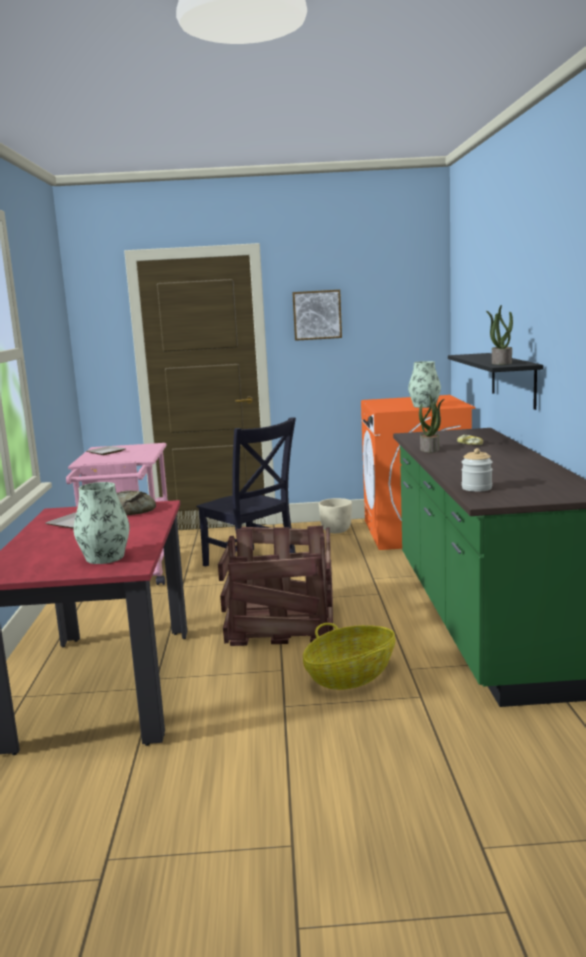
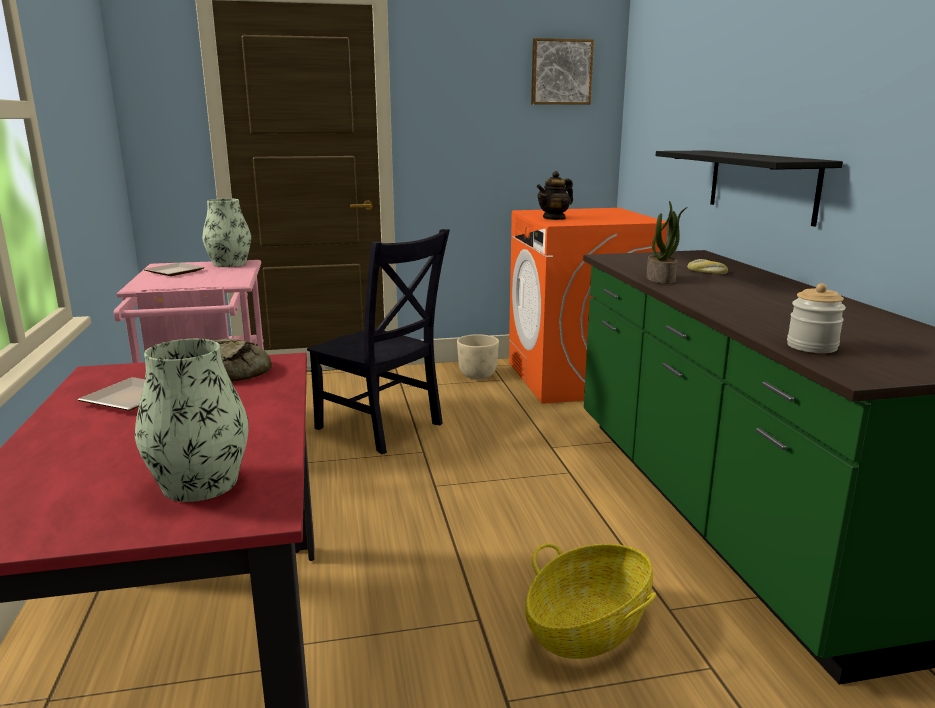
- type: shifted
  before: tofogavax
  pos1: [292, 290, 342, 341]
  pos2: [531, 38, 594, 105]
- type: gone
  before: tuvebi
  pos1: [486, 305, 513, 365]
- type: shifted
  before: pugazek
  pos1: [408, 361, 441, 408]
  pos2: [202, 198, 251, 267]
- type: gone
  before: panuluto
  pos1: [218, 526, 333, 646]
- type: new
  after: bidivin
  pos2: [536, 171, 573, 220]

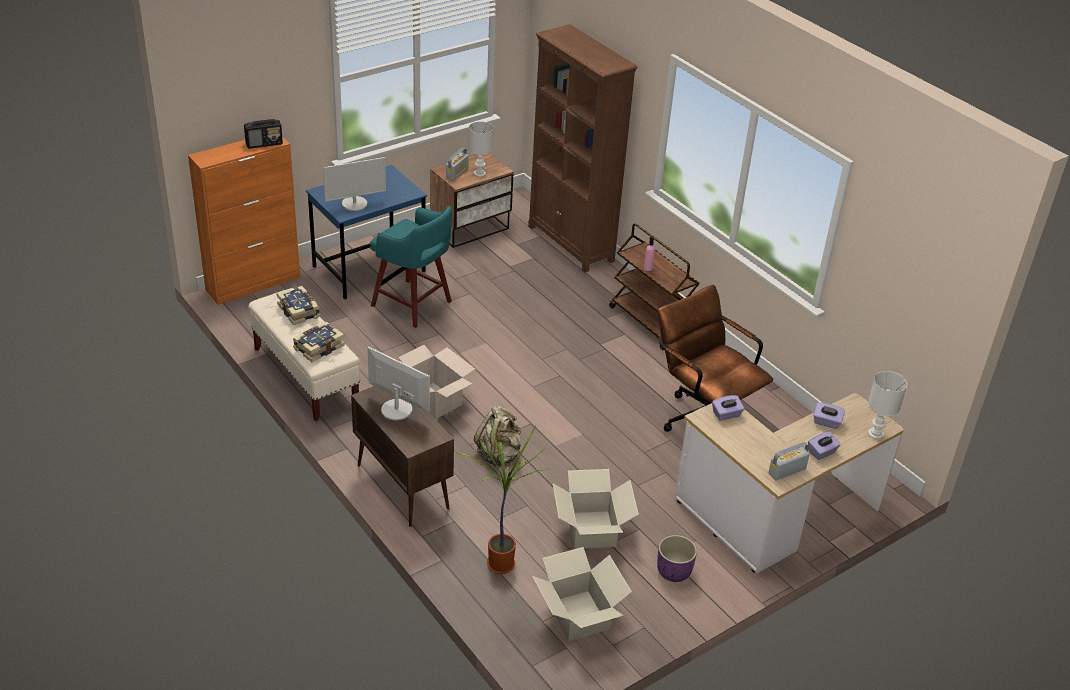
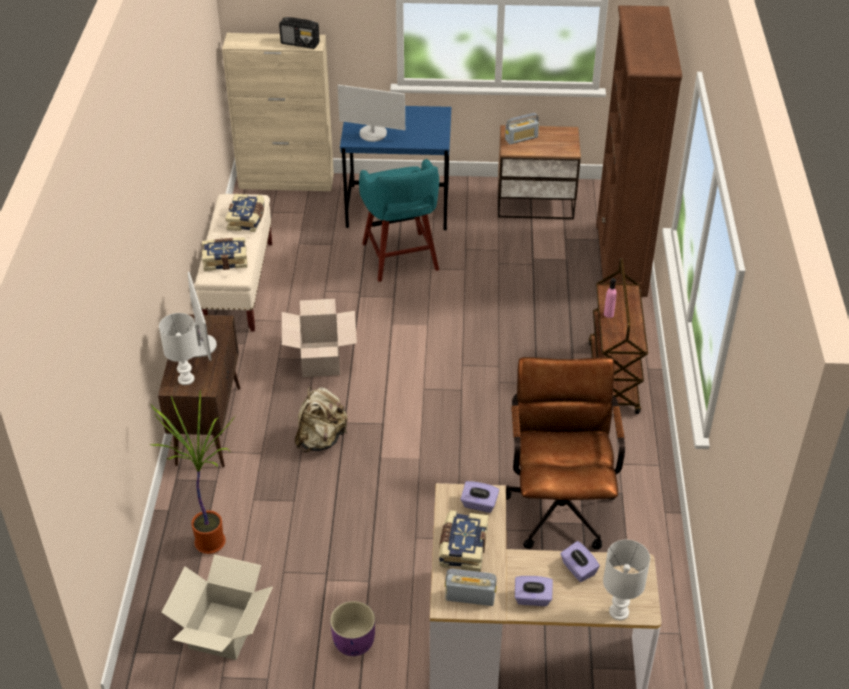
- type: shifted
  before: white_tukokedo
  pos1: [468, 121, 493, 177]
  pos2: [159, 313, 199, 385]
- type: repainted
  before: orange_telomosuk
  after: beige_telomosuk
  pos1: [188, 137, 300, 305]
  pos2: [222, 33, 334, 191]
- type: gone
  before: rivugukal
  pos1: [553, 469, 639, 549]
- type: new
  after: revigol
  pos2: [439, 510, 489, 572]

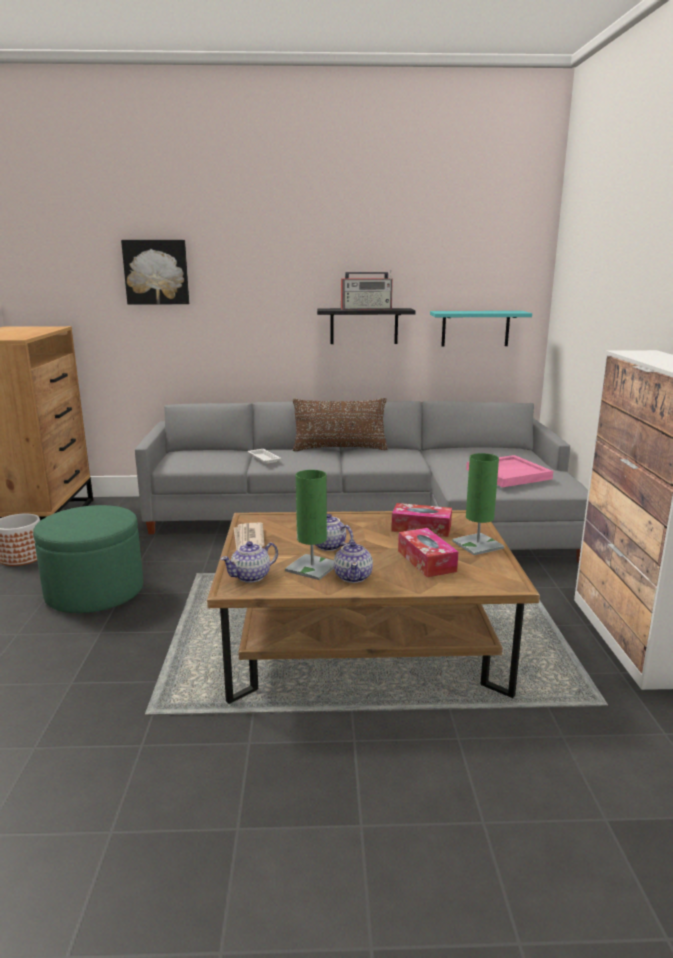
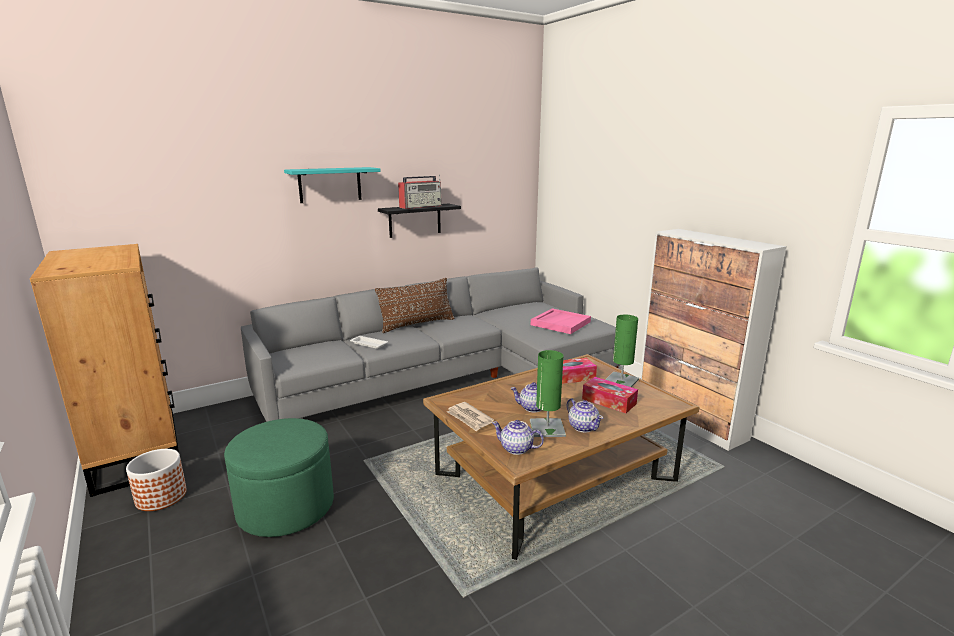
- type: gone
  before: tofogavax
  pos1: [121, 240, 189, 304]
- type: shifted
  before: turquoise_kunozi
  pos1: [430, 311, 532, 347]
  pos2: [284, 167, 381, 203]
- type: rotated
  before: bidivin
  pos1: [221, 541, 278, 583]
  pos2: [492, 420, 544, 455]
  turn: 90

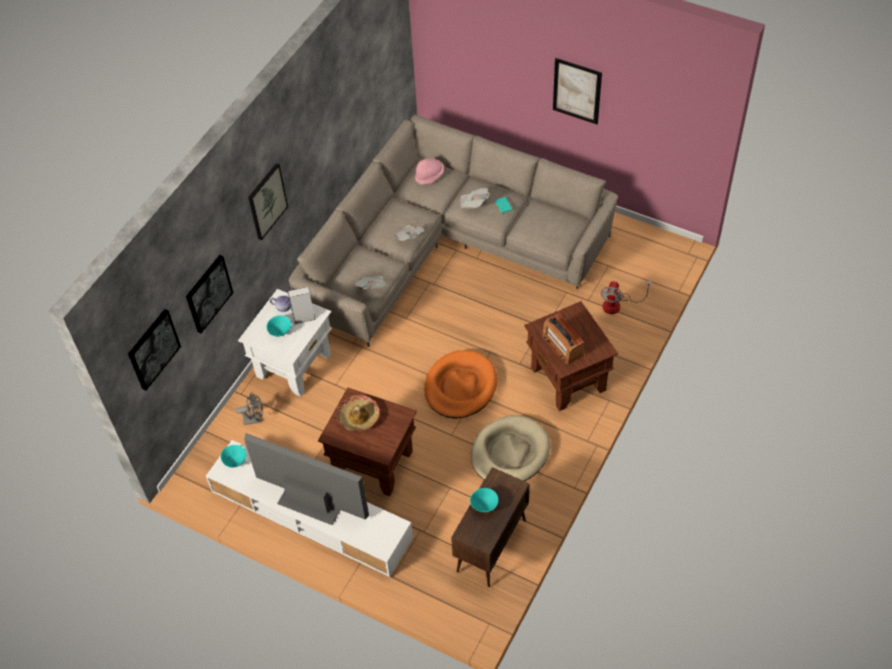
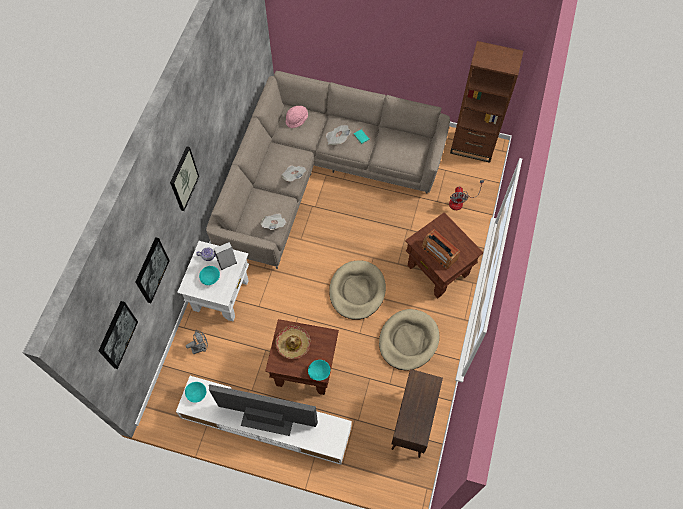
- type: gone
  before: tofogavax
  pos1: [553, 58, 602, 124]
- type: repainted
  before: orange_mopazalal
  after: beige_mopazalal
  pos1: [424, 350, 497, 419]
  pos2: [329, 260, 386, 320]
- type: shifted
  before: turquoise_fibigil
  pos1: [470, 488, 499, 512]
  pos2: [308, 360, 330, 381]
- type: new
  after: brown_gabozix
  pos2: [450, 41, 523, 163]

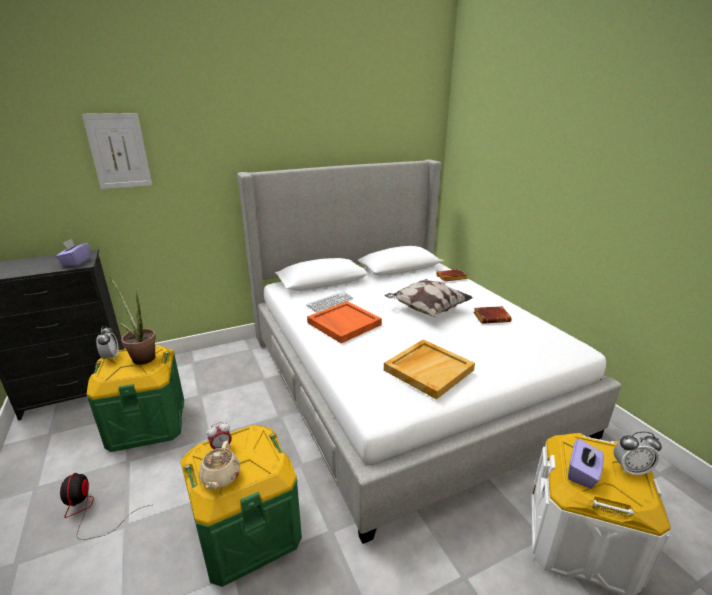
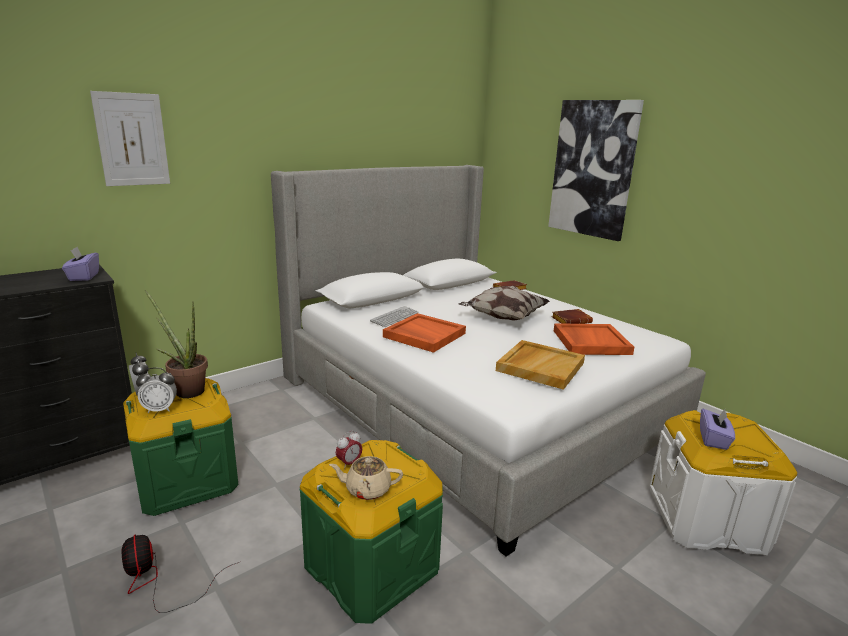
- type: shifted
  before: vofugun
  pos1: [613, 432, 662, 475]
  pos2: [136, 367, 177, 413]
- type: rotated
  before: beige_bidivin
  pos1: [199, 440, 240, 490]
  pos2: [329, 456, 403, 500]
  turn: 105
- type: new
  after: tofogavax
  pos2: [548, 100, 644, 241]
- type: new
  after: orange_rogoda
  pos2: [554, 323, 634, 355]

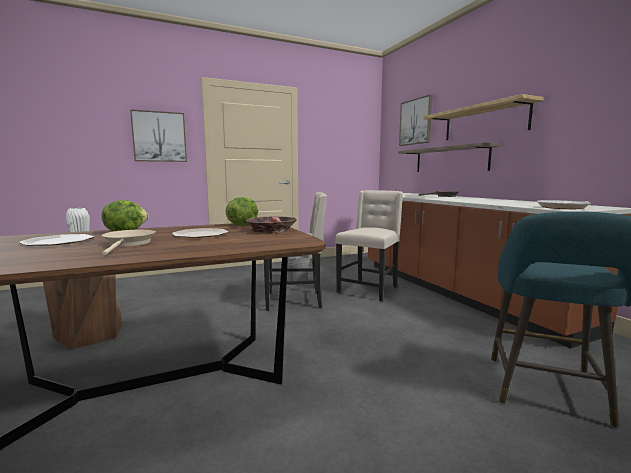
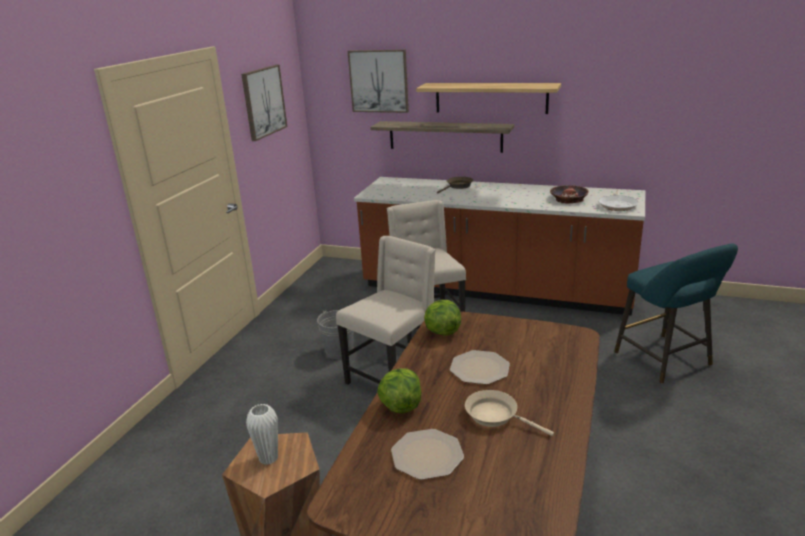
- type: shifted
  before: tofogavax
  pos1: [130, 109, 187, 162]
  pos2: [241, 65, 287, 141]
- type: shifted
  before: fibigil
  pos1: [246, 216, 297, 234]
  pos2: [550, 185, 589, 204]

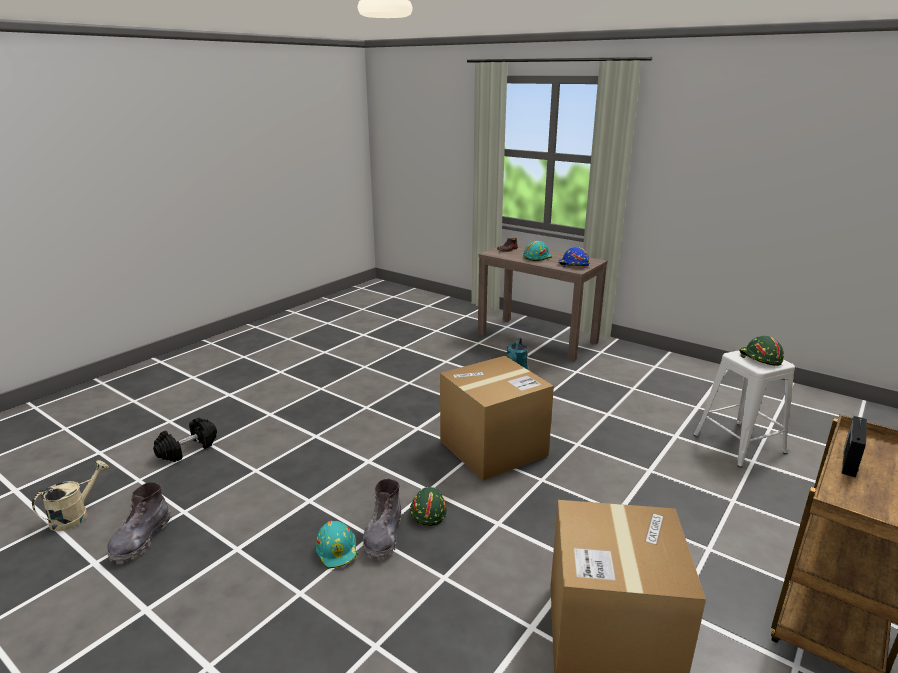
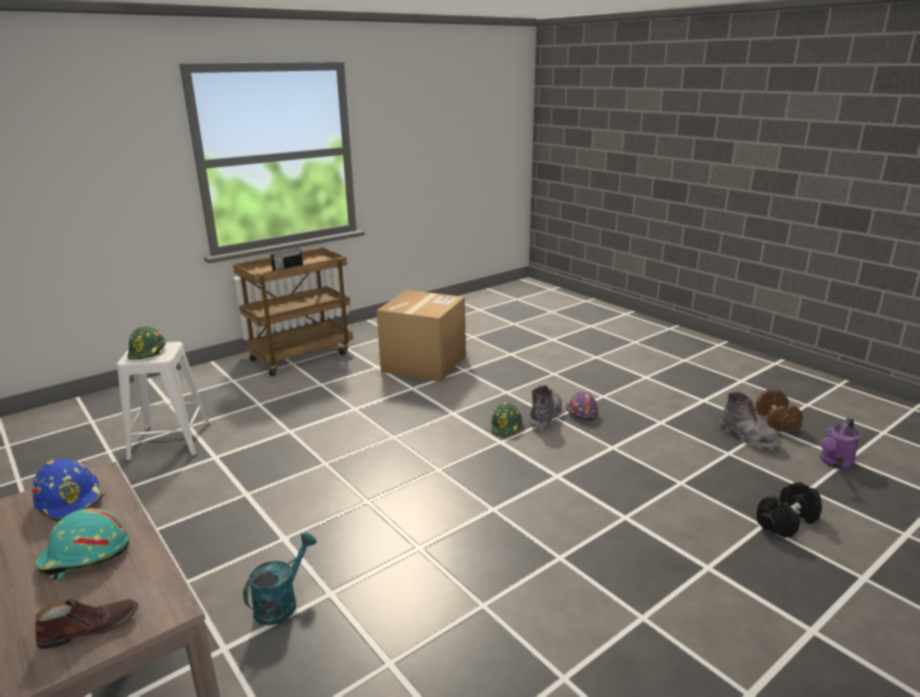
- type: gone
  before: rivugukal
  pos1: [440, 356, 554, 481]
- type: repainted
  before: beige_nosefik
  after: purple_nosefik
  pos1: [32, 460, 109, 531]
  pos2: [820, 418, 860, 469]
- type: rotated
  before: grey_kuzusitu
  pos1: [107, 482, 171, 564]
  pos2: [720, 392, 780, 450]
  turn: 120
- type: repainted
  before: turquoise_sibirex
  after: purple_sibirex
  pos1: [316, 521, 359, 569]
  pos2: [565, 392, 598, 420]
- type: new
  after: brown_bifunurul
  pos2: [755, 389, 803, 432]

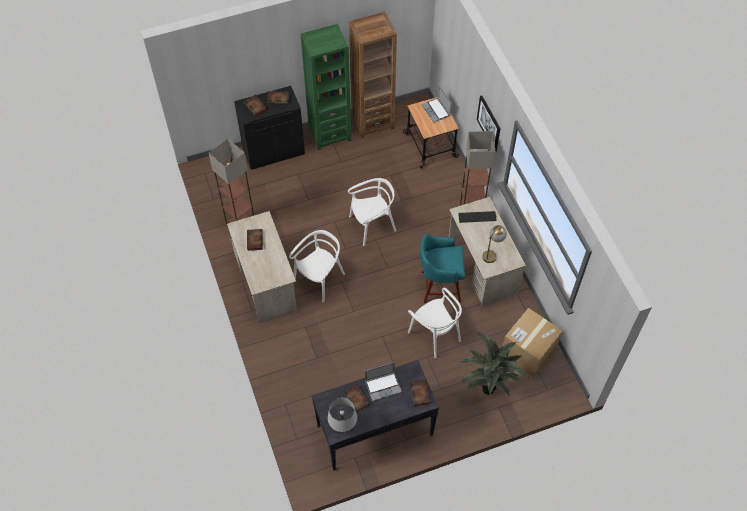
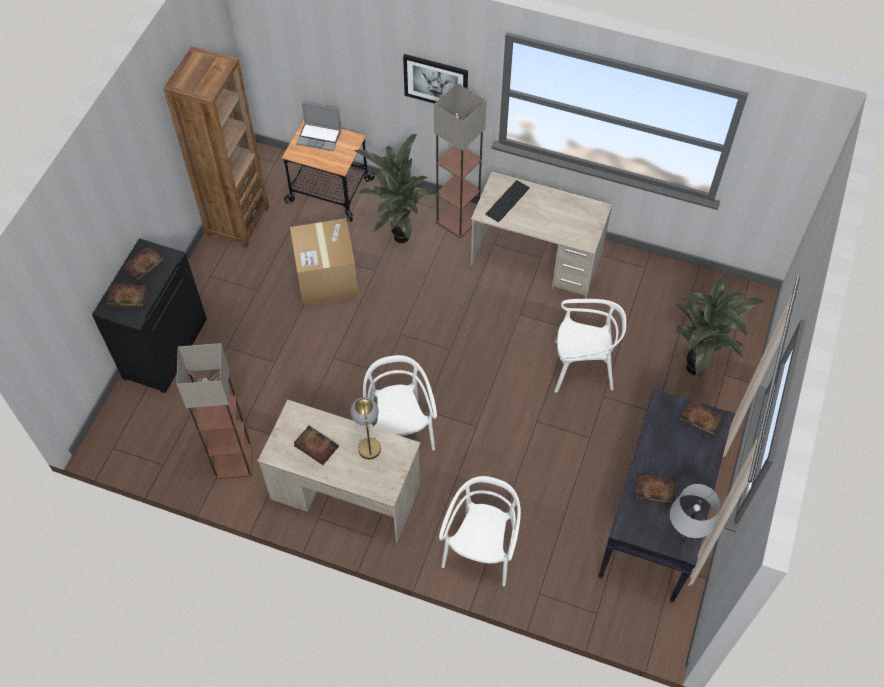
- type: gone
  before: green_gabozix
  pos1: [301, 24, 351, 150]
- type: shifted
  before: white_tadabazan
  pos1: [348, 178, 396, 246]
  pos2: [439, 476, 521, 587]
- type: shifted
  before: tukokedo
  pos1: [482, 225, 507, 263]
  pos2: [350, 397, 381, 459]
- type: gone
  before: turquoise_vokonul
  pos1: [420, 234, 465, 303]
- type: shifted
  before: rivugukal
  pos1: [503, 308, 563, 377]
  pos2: [290, 218, 359, 305]
- type: gone
  before: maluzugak
  pos1: [365, 362, 402, 401]
- type: new
  after: tuvebi
  pos2: [354, 134, 441, 243]

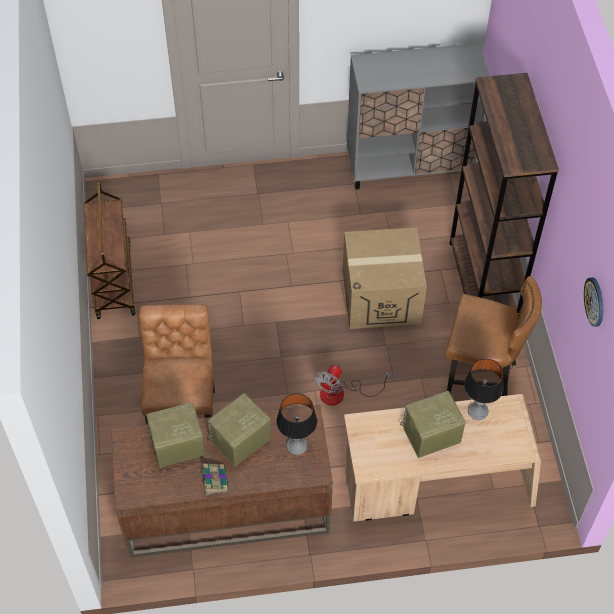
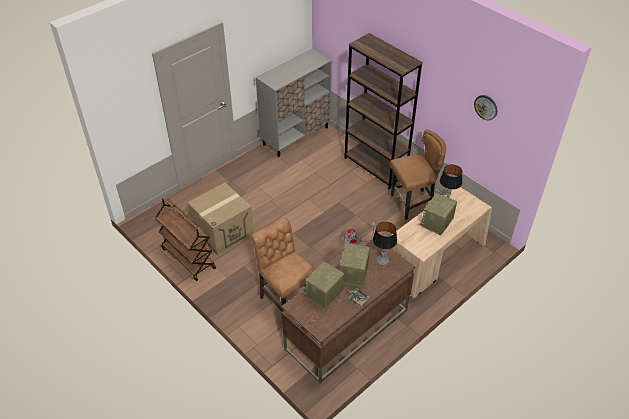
- type: shifted
  before: rivugukal
  pos1: [343, 227, 427, 329]
  pos2: [188, 183, 254, 256]

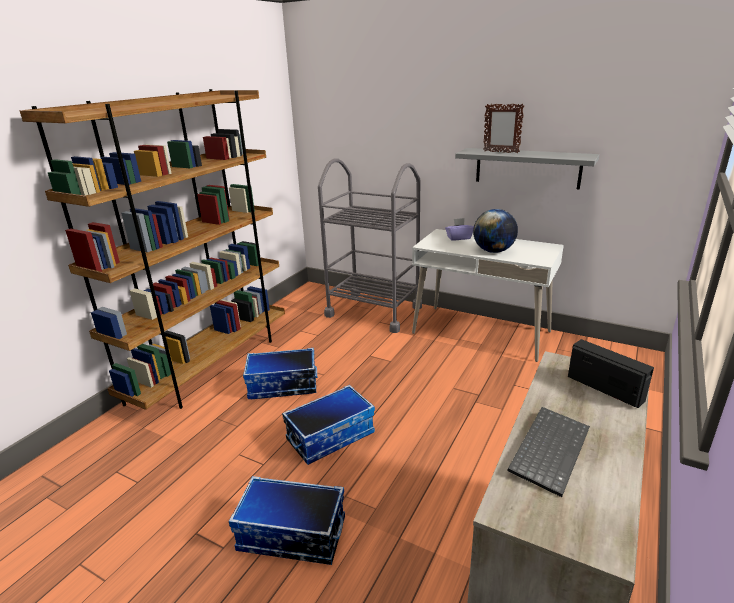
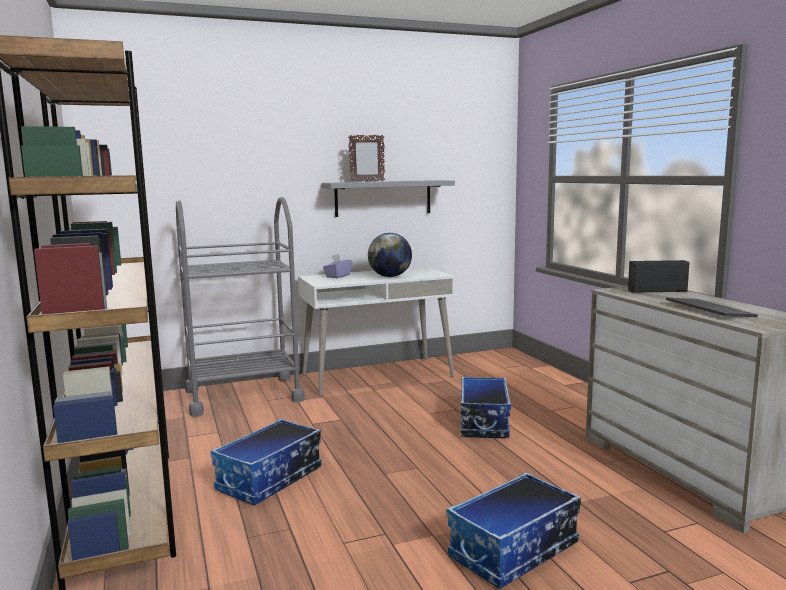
- type: shifted
  before: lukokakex
  pos1: [282, 385, 375, 465]
  pos2: [461, 377, 511, 438]

